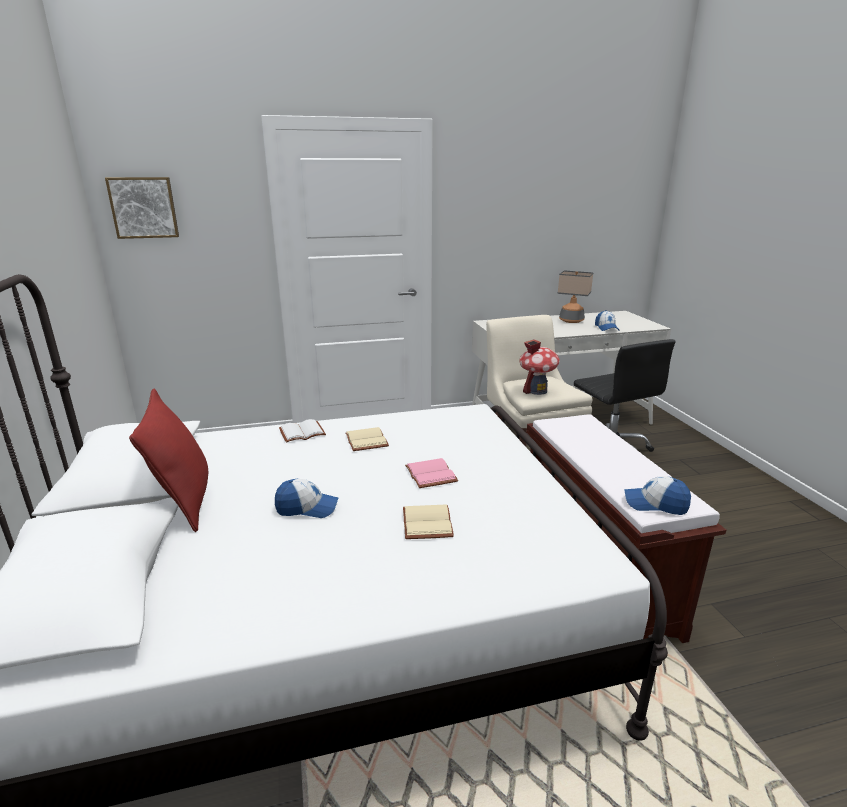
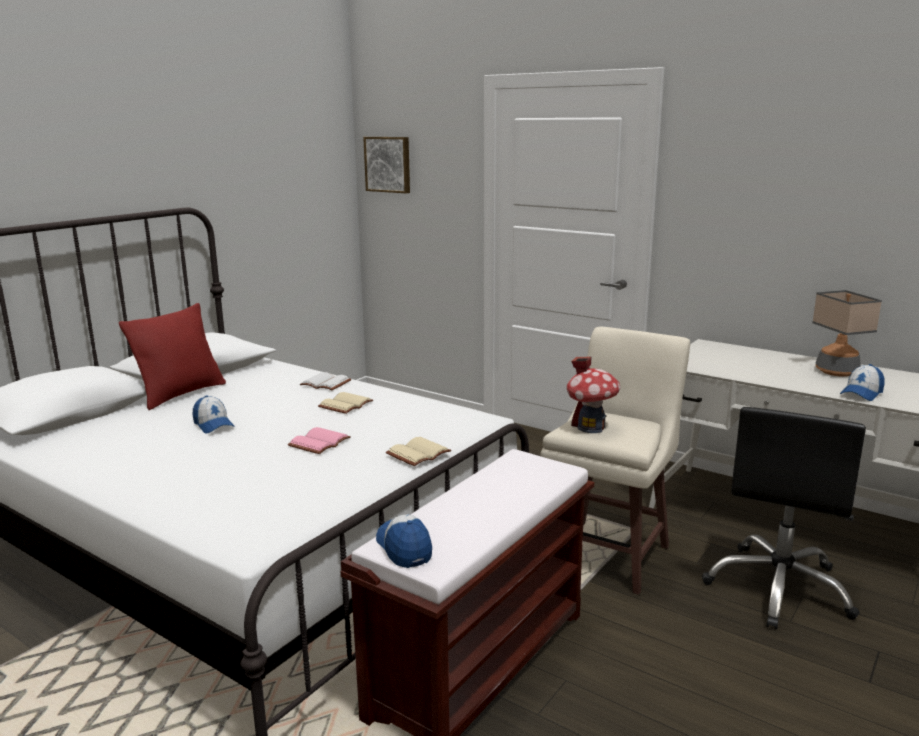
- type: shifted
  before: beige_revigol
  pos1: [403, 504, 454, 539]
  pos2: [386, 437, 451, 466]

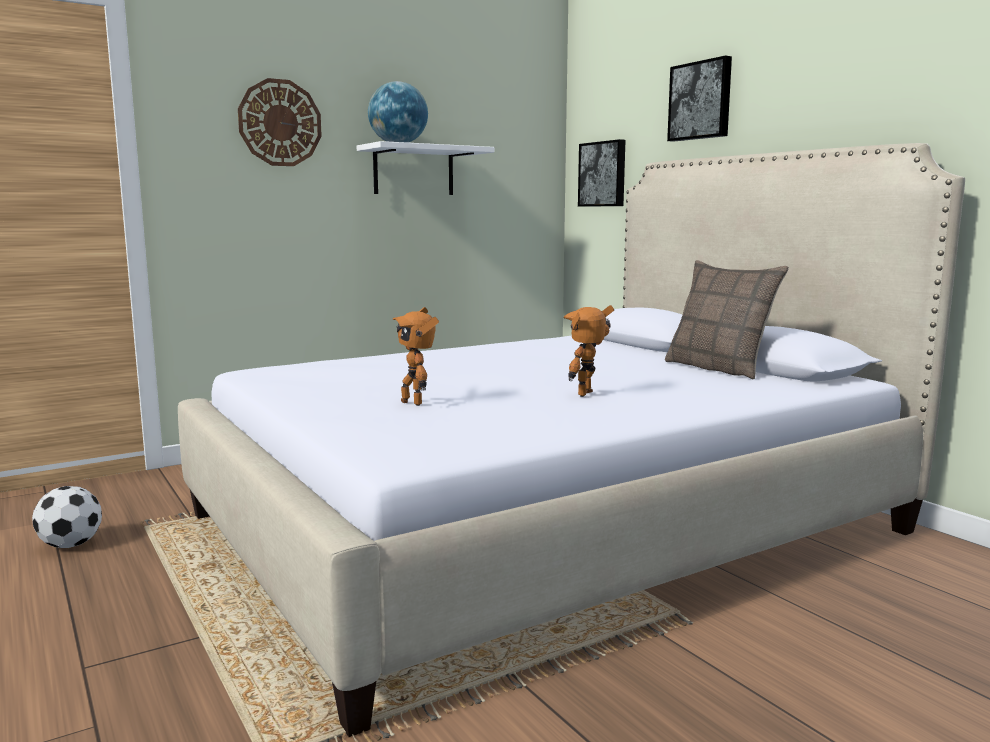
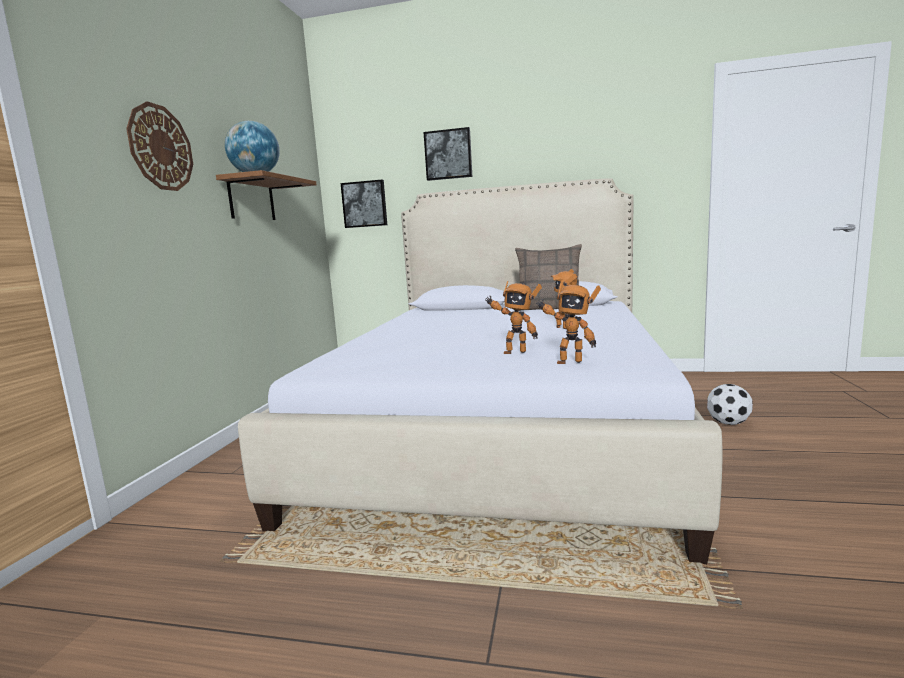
- type: repainted
  before: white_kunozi
  after: brown_kunozi
  pos1: [357, 141, 494, 195]
  pos2: [216, 170, 316, 220]
- type: shifted
  before: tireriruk
  pos1: [32, 486, 102, 548]
  pos2: [707, 384, 753, 425]
- type: new
  after: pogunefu
  pos2: [536, 283, 601, 364]

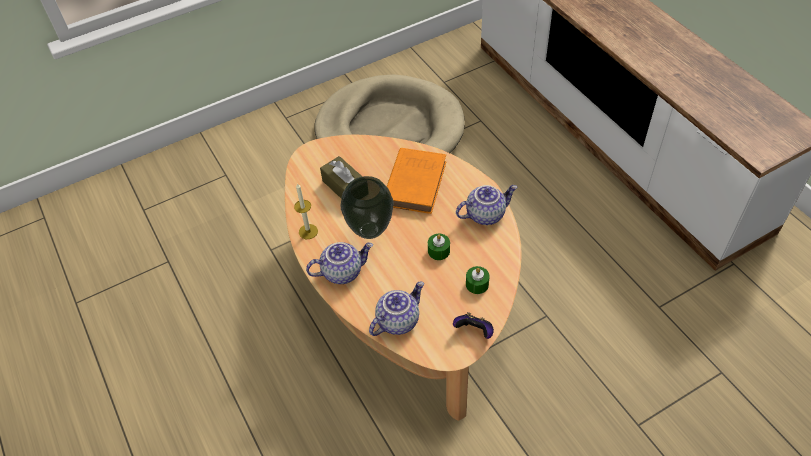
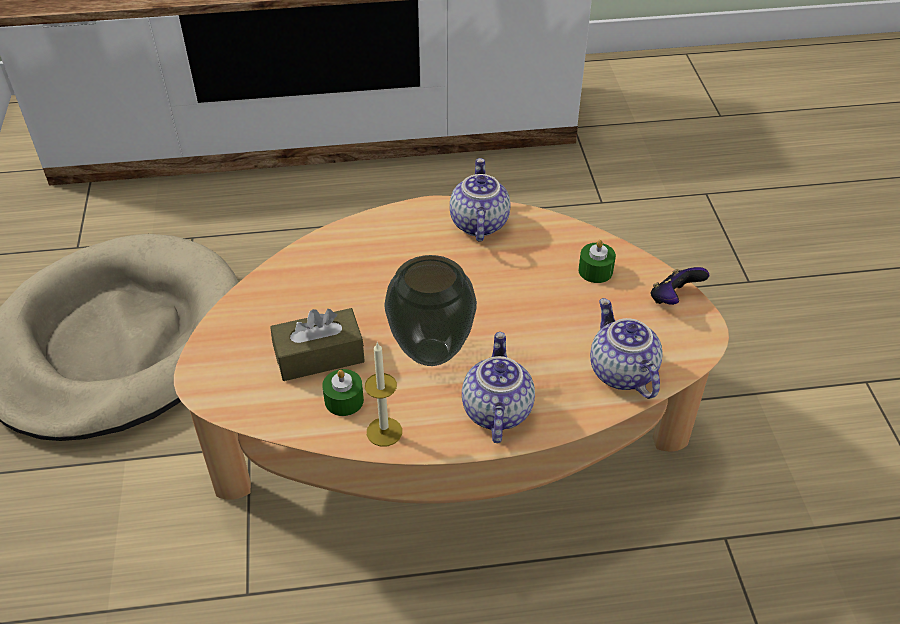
- type: gone
  before: orange_revigol
  pos1: [387, 148, 446, 214]
- type: shifted
  before: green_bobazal
  pos1: [428, 234, 450, 260]
  pos2: [322, 369, 364, 416]

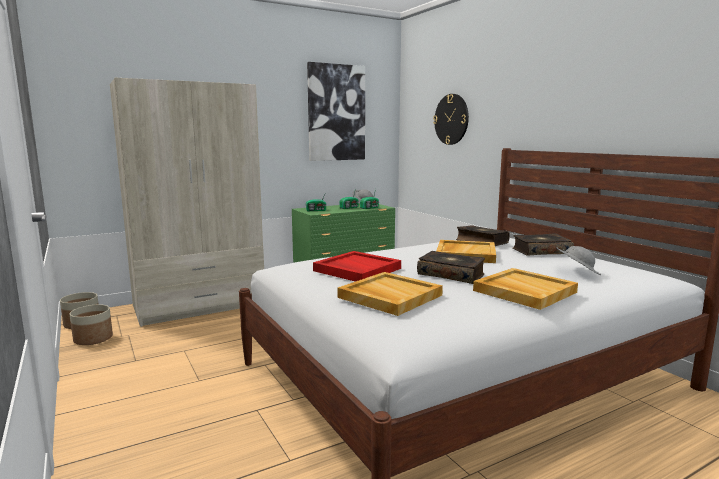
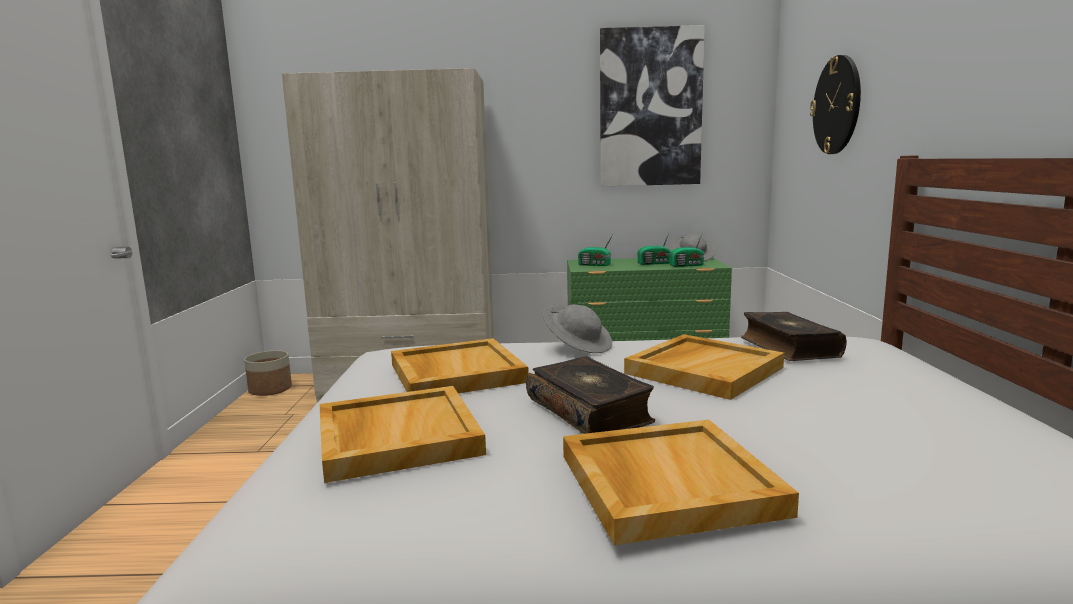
- type: gone
  before: revigol
  pos1: [513, 233, 574, 256]
- type: shifted
  before: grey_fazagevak
  pos1: [556, 246, 601, 275]
  pos2: [542, 304, 612, 353]
- type: repainted
  before: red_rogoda
  after: beige_rogoda
  pos1: [313, 251, 401, 282]
  pos2: [391, 338, 529, 393]
- type: gone
  before: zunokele
  pos1: [70, 304, 113, 345]

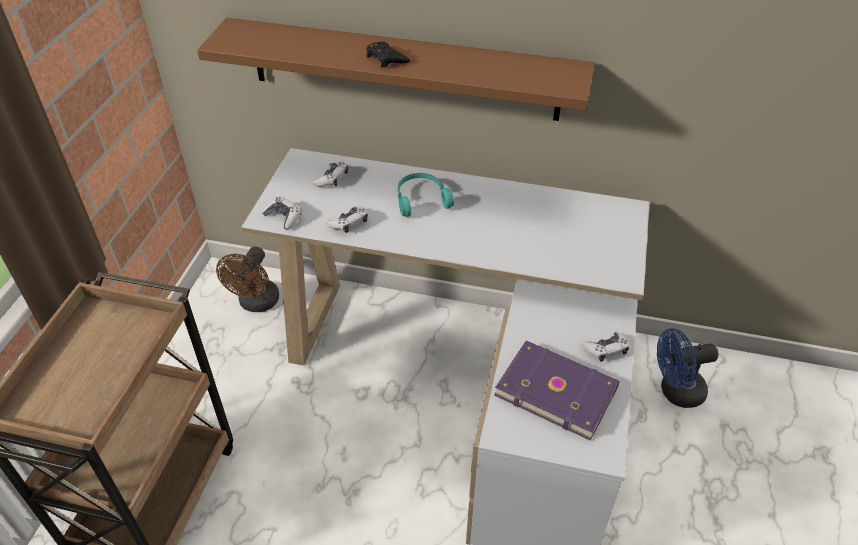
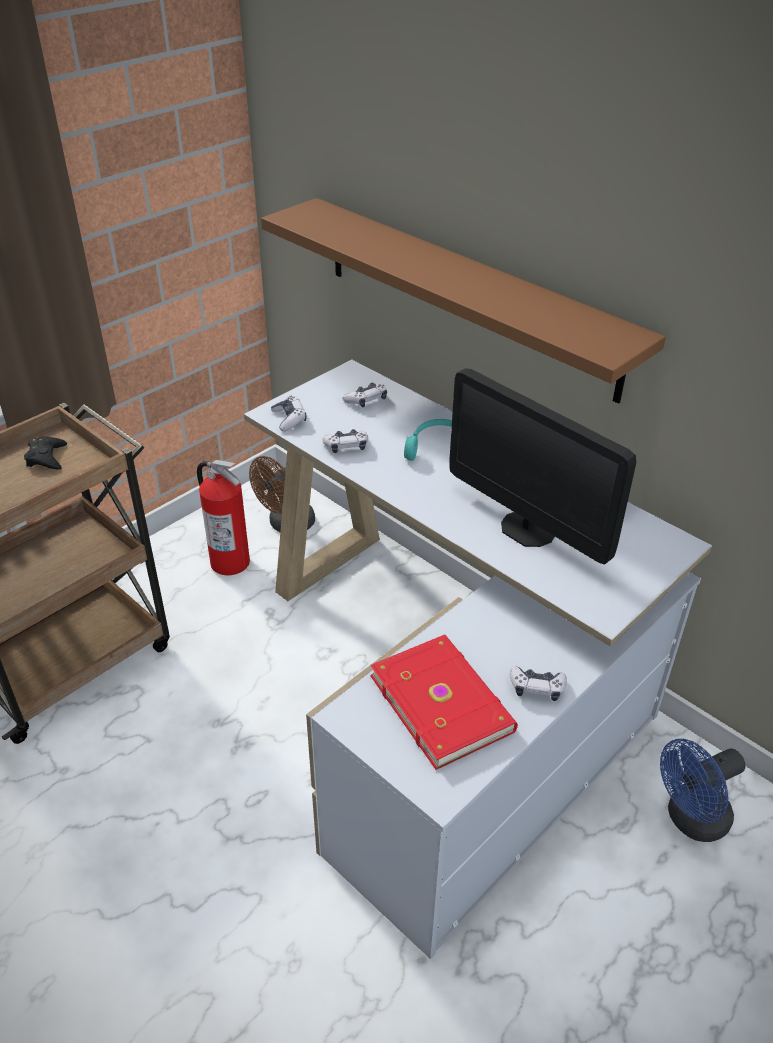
- type: shifted
  before: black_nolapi
  pos1: [366, 41, 410, 68]
  pos2: [24, 437, 67, 470]
- type: rotated
  before: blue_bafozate
  pos1: [657, 328, 719, 408]
  pos2: [660, 739, 745, 842]
  turn: -45
- type: repainted
  before: purple_revigol
  after: red_revigol
  pos1: [494, 341, 620, 441]
  pos2: [370, 635, 518, 770]
- type: new
  after: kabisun
  pos2: [449, 368, 636, 564]
- type: new
  after: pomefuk
  pos2: [197, 460, 250, 575]

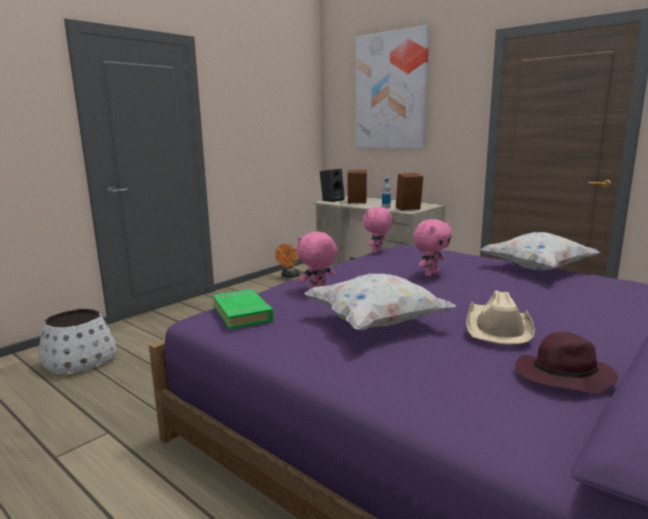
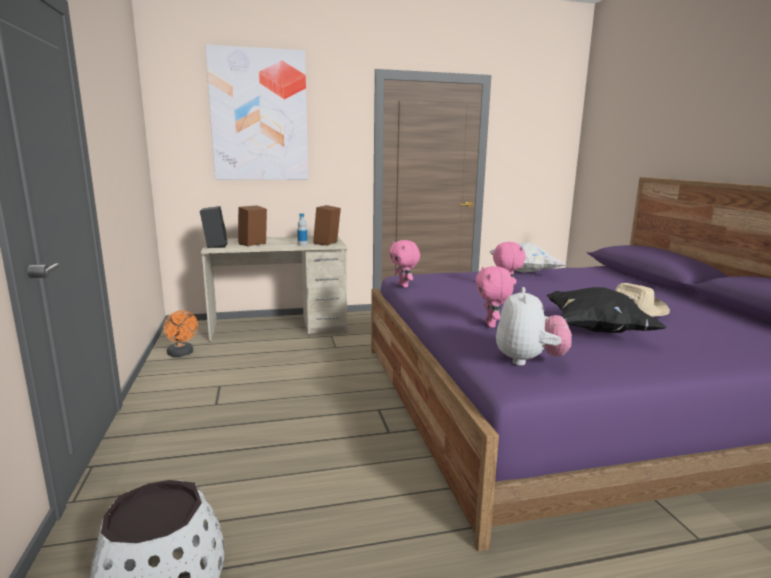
- type: repainted
  before: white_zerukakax
  after: black_zerukakax
  pos1: [304, 274, 456, 330]
  pos2: [547, 287, 666, 333]
- type: swapped
  before: green_revigol
  after: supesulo
  pos1: [213, 289, 274, 330]
  pos2: [496, 287, 572, 366]
- type: gone
  before: purple_fazagevak
  pos1: [515, 332, 618, 394]

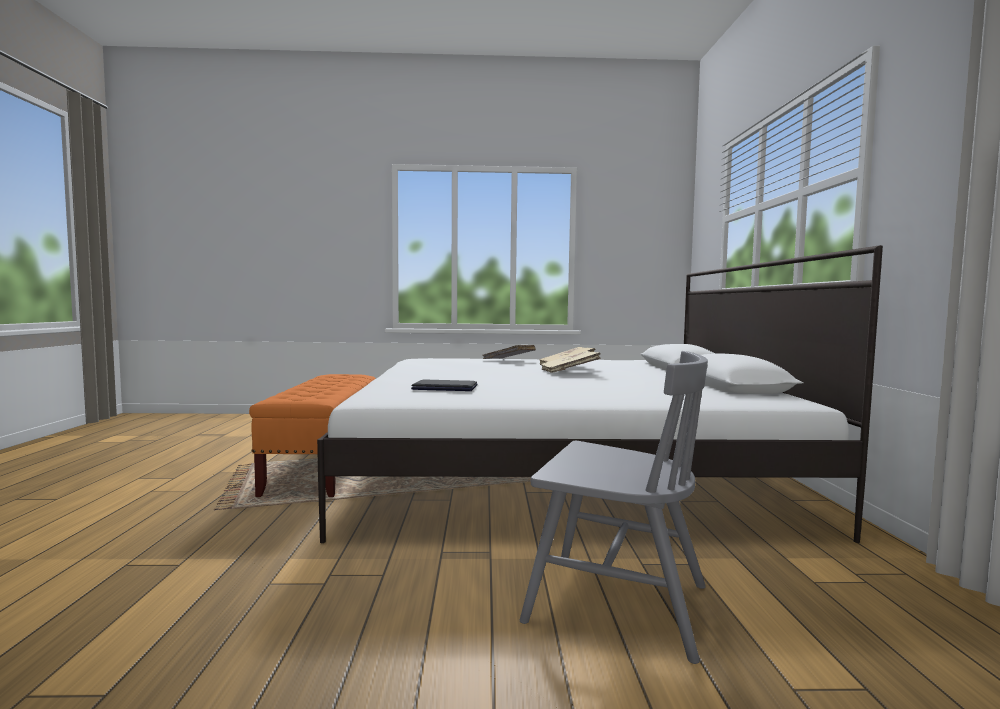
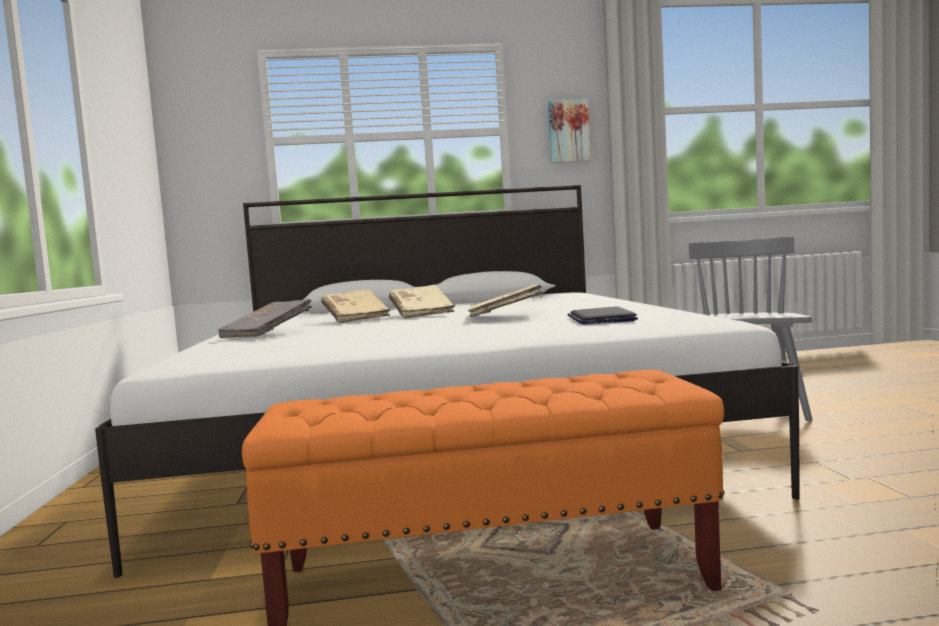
- type: new
  after: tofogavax
  pos2: [548, 99, 591, 163]
- type: new
  after: beige_revigol
  pos2: [468, 284, 543, 317]

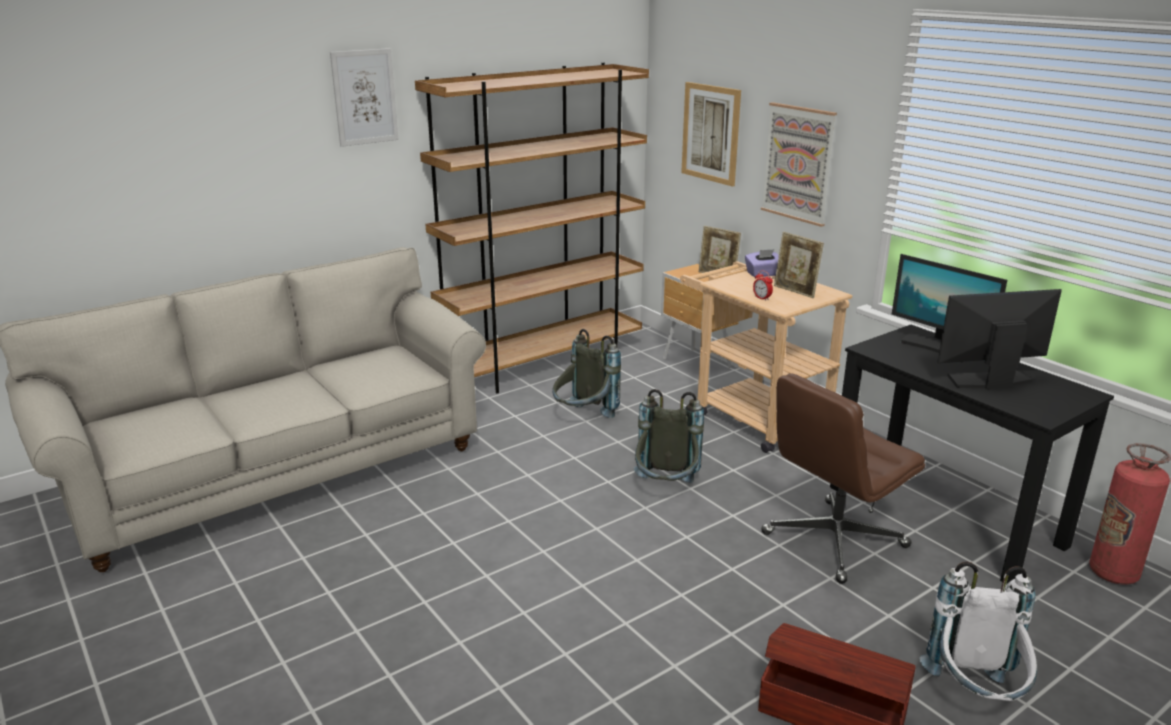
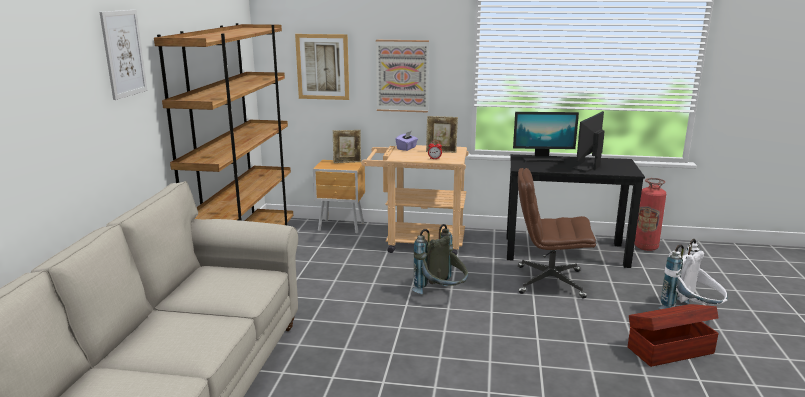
- type: gone
  before: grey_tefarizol
  pos1: [552, 329, 621, 418]
- type: rotated
  before: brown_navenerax
  pos1: [761, 373, 925, 584]
  pos2: [518, 168, 596, 299]
  turn: 90

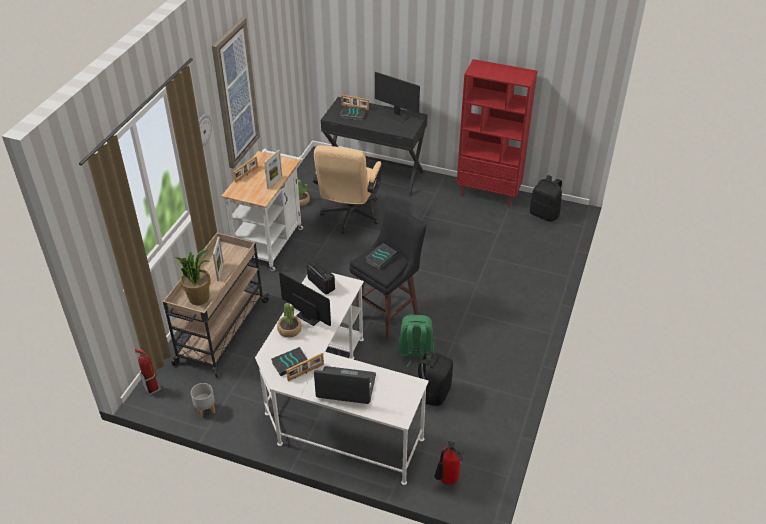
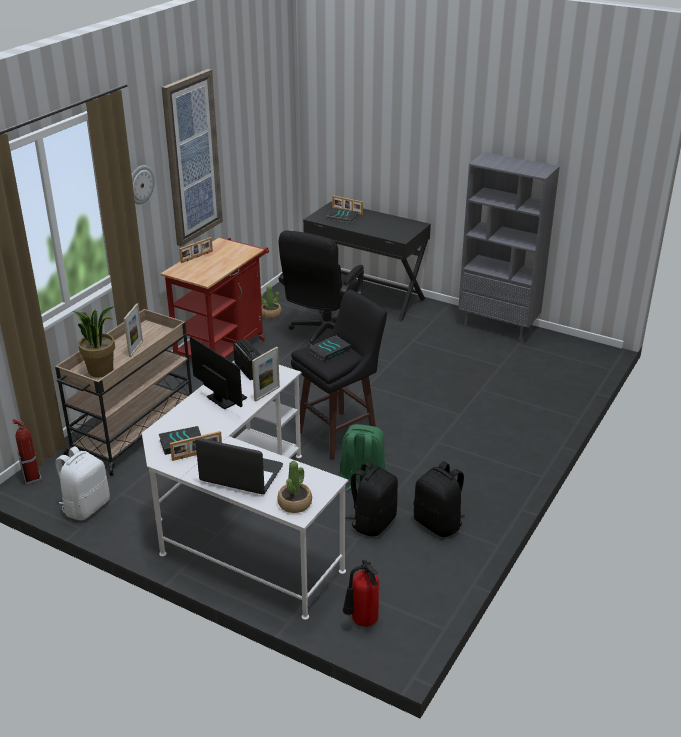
- type: repainted
  before: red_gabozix
  after: grey_gabozix
  pos1: [457, 59, 537, 207]
  pos2: [458, 152, 560, 342]
- type: gone
  before: kabisun
  pos1: [375, 72, 420, 125]
- type: repainted
  before: beige_navenerax
  after: black_navenerax
  pos1: [313, 145, 382, 234]
  pos2: [279, 230, 364, 347]
- type: repainted
  before: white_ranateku
  after: red_ranateku
  pos1: [222, 149, 303, 271]
  pos2: [161, 238, 269, 358]
- type: shifted
  before: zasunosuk
  pos1: [264, 150, 282, 189]
  pos2: [252, 347, 280, 401]
- type: shifted
  before: black_tefarizol
  pos1: [530, 175, 562, 222]
  pos2: [414, 461, 465, 537]
- type: shifted
  before: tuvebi
  pos1: [277, 303, 302, 338]
  pos2: [277, 461, 312, 513]
- type: swapped
  before: grey_zunokele
  after: white_tefarizol
  pos1: [191, 383, 215, 418]
  pos2: [55, 446, 110, 520]

